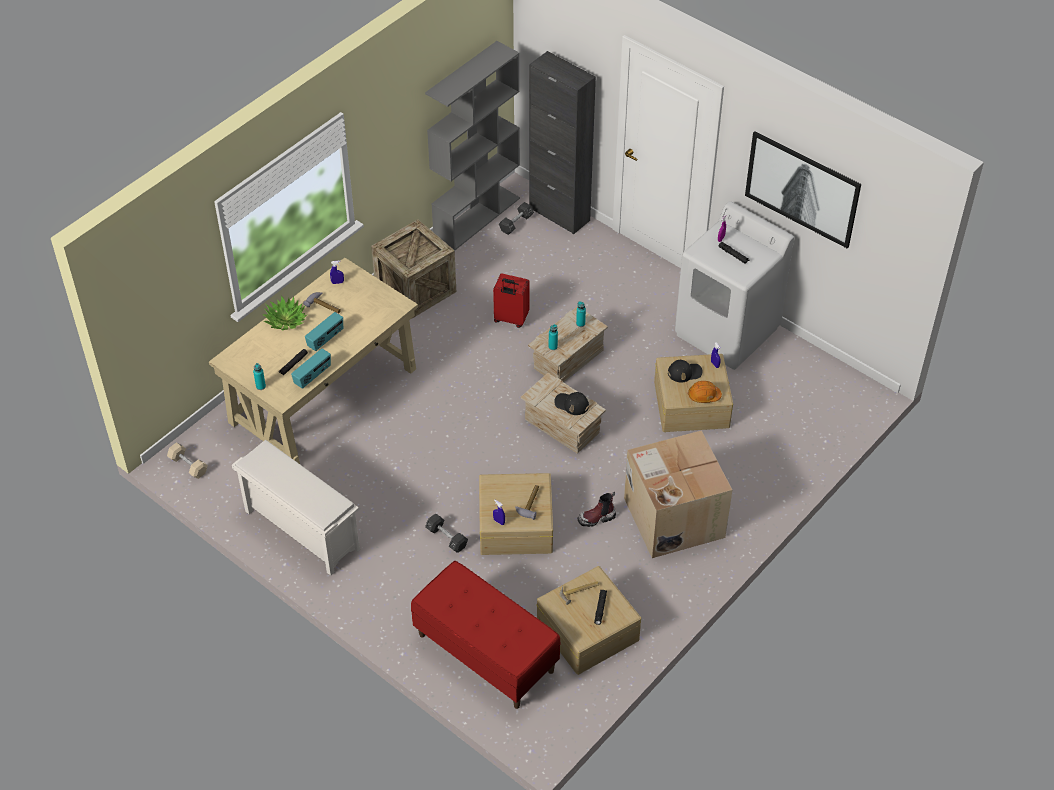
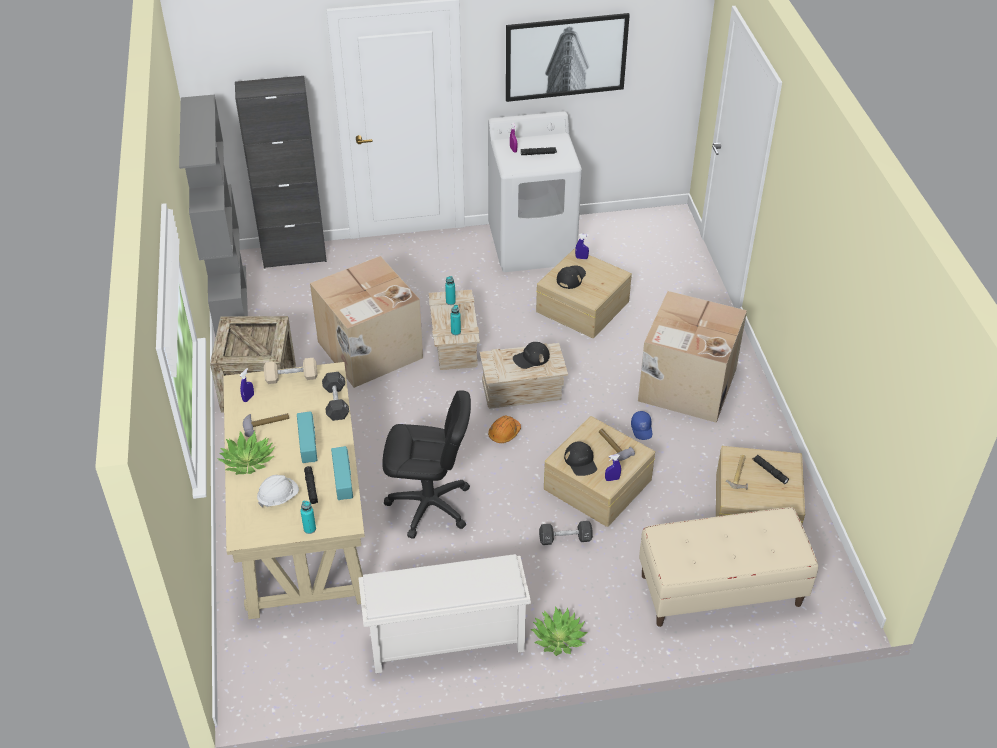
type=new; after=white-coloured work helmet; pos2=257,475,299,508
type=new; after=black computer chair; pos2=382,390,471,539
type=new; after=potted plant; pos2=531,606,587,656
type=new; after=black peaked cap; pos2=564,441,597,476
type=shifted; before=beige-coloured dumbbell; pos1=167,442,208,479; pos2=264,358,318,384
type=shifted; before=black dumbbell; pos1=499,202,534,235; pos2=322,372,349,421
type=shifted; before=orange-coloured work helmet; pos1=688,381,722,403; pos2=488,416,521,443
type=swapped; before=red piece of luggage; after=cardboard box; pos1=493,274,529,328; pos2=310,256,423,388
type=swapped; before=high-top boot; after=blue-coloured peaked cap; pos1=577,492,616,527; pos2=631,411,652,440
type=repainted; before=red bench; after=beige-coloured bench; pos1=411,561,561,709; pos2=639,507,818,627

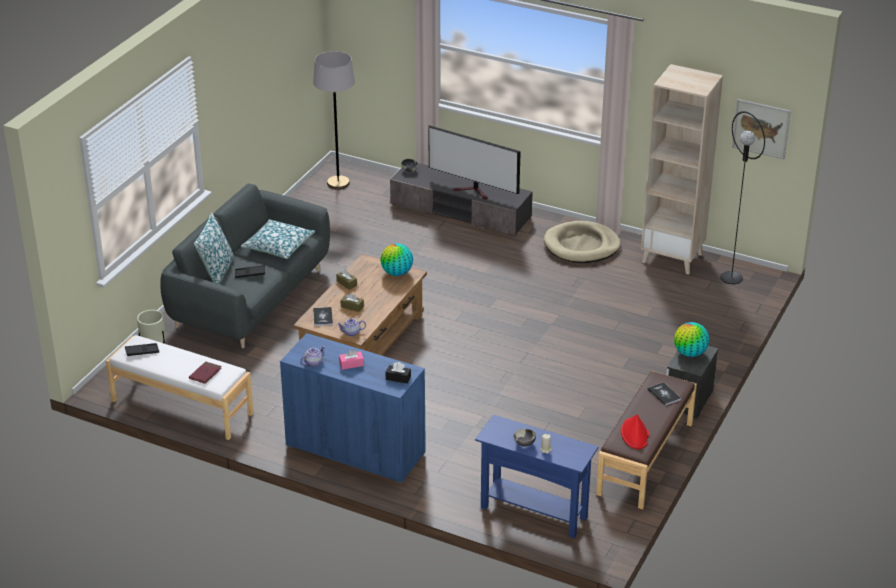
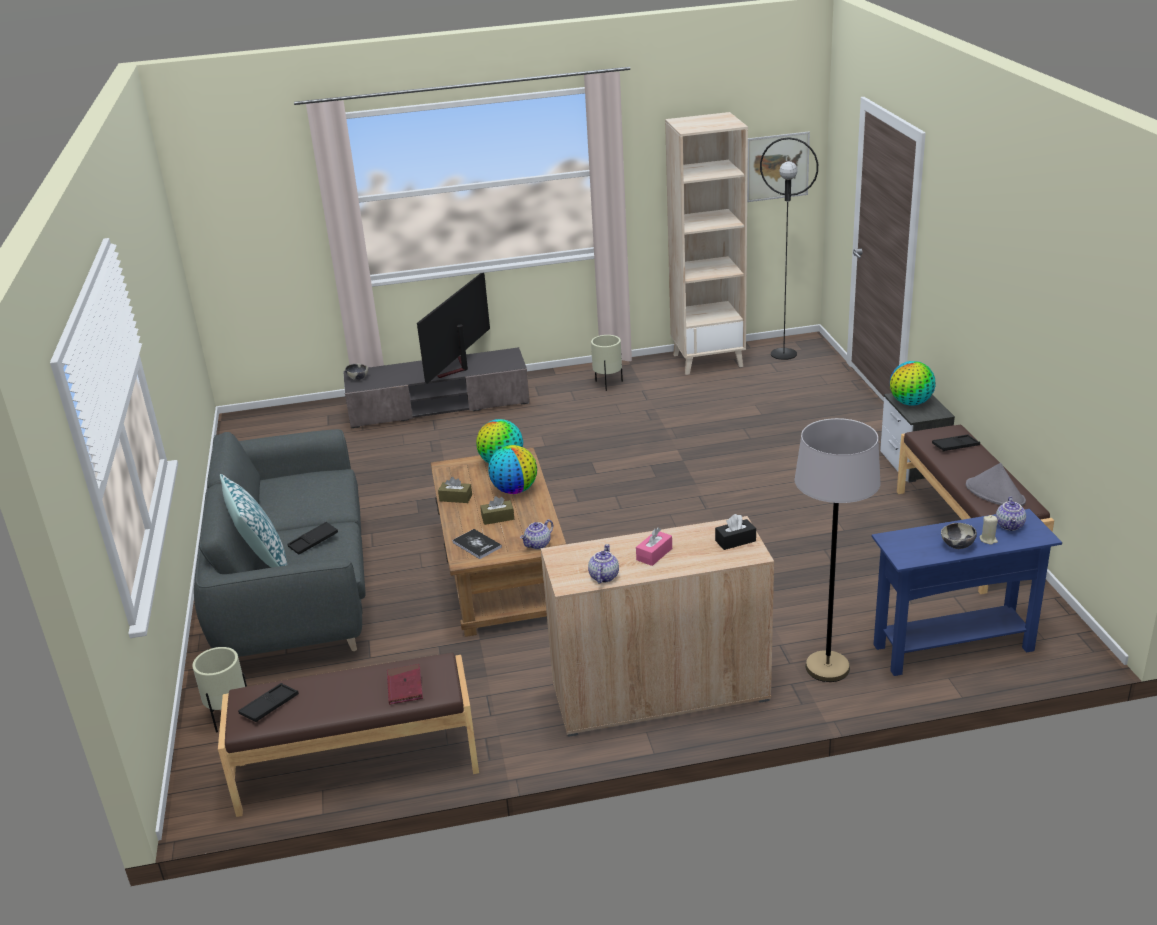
type=gone; before=pillow; pos1=241,219,315,259
type=new; after=desk globe; pos2=488,445,537,494
type=new; after=tea pot; pos2=996,496,1026,531
type=shifted; before=gray floor lamp; pos1=313,51,355,189; pos2=795,418,881,682
type=swapped; before=beige-coloured dog cushion; after=beige-coloured plant pot; pos1=544,221,621,263; pos2=591,335,623,391
type=swapped; before=book; after=black serving tray; pos1=647,382,681,406; pos2=932,434,980,452
type=repainted; before=white-coloured bench; after=brownish bench; pos1=106,335,254,440; pos2=218,653,479,817
type=repainted; before=blue-coloured cabinet; after=beige-coloured cabinet; pos1=280,333,426,484; pos2=541,516,774,737
type=repainted; before=red clothing hat; after=gray clothing hat; pos1=621,414,649,449; pos2=966,463,1026,506
type=rotated; before=TV; pos1=428,125,521,200; pos2=417,273,490,384; turn=120

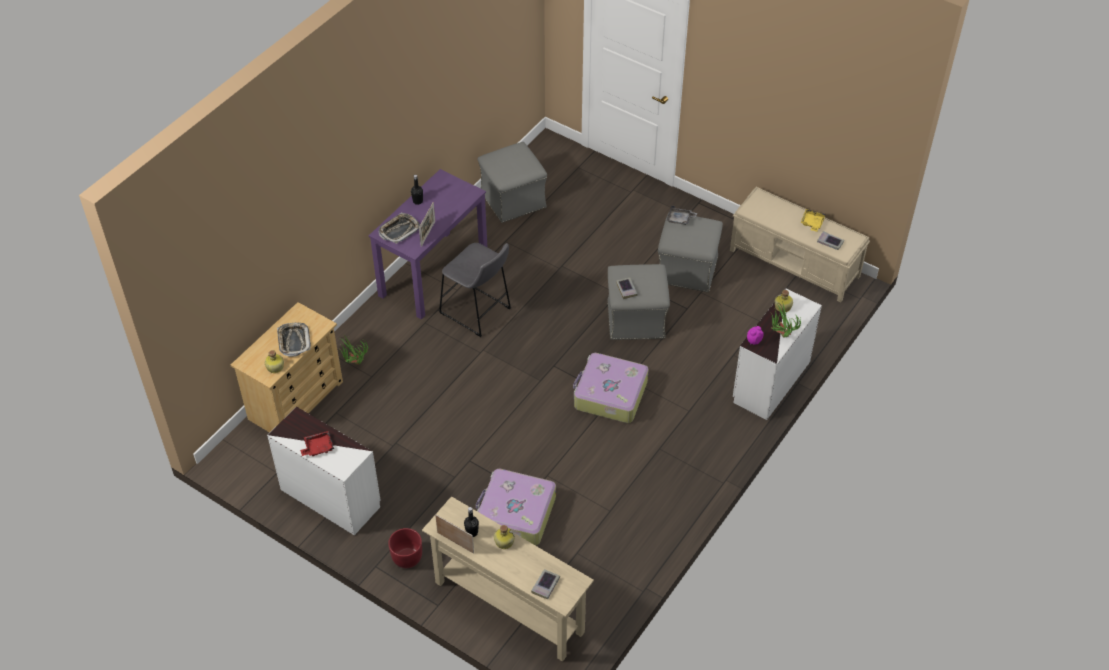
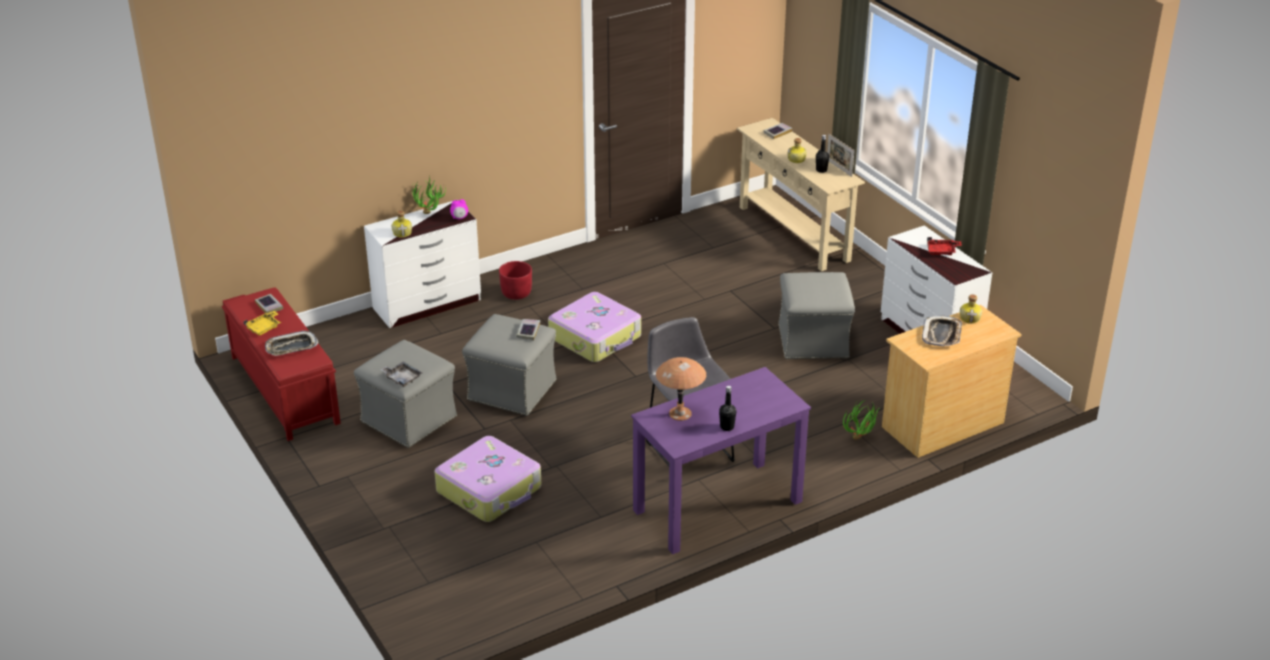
type=gone; before=picture frame; pos1=419,202,435,247
type=new; after=brownish lamp for a table; pos2=656,357,706,421
type=shifted; before=serving tray; pos1=378,213,420,244; pos2=265,331,319,356
type=shifted; before=red plant pot; pos1=388,528,422,568; pos2=499,261,532,300
type=shifted; before=piece of luggage; pos1=476,469,556,546; pos2=434,436,542,522
type=shifted; before=gray footrest; pos1=478,142,547,223; pos2=778,272,855,359
type=repainted; before=beige-coloured bench; after=red bench; pos1=730,187,870,303; pos2=222,287,341,441

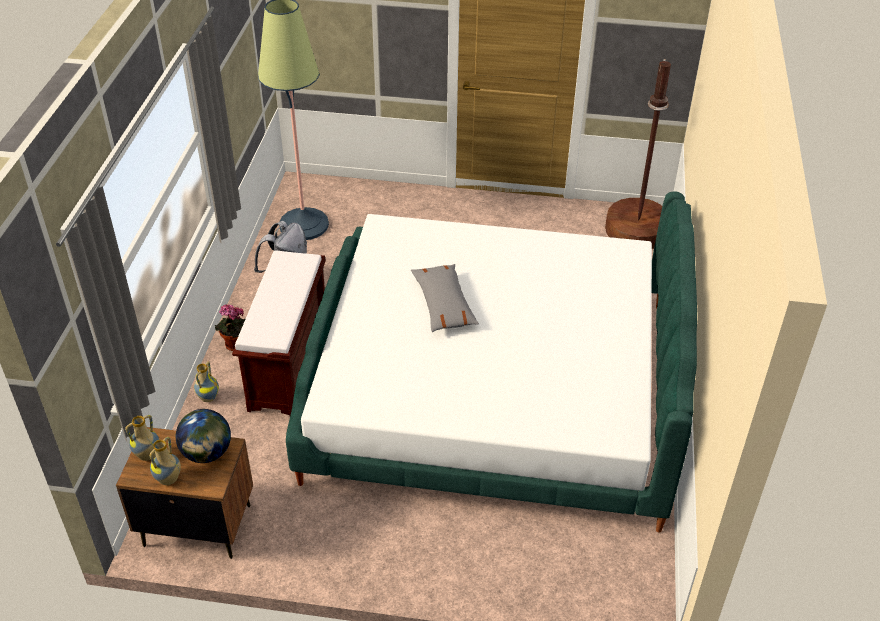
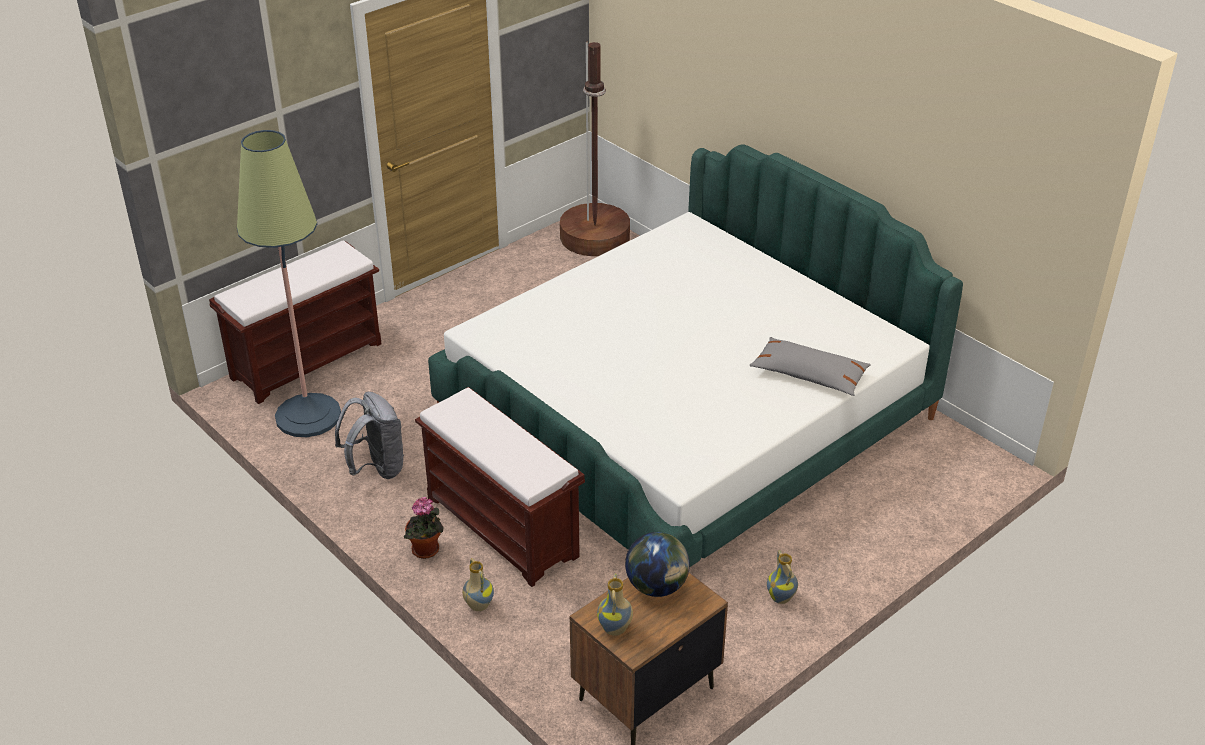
type=new; after=brownish bench; pos2=209,241,381,404
type=shifted; before=flower vase; pos1=150,437,181,485; pos2=767,550,798,604
type=shifted; before=gray pillow; pos1=411,264,479,332; pos2=750,337,871,396

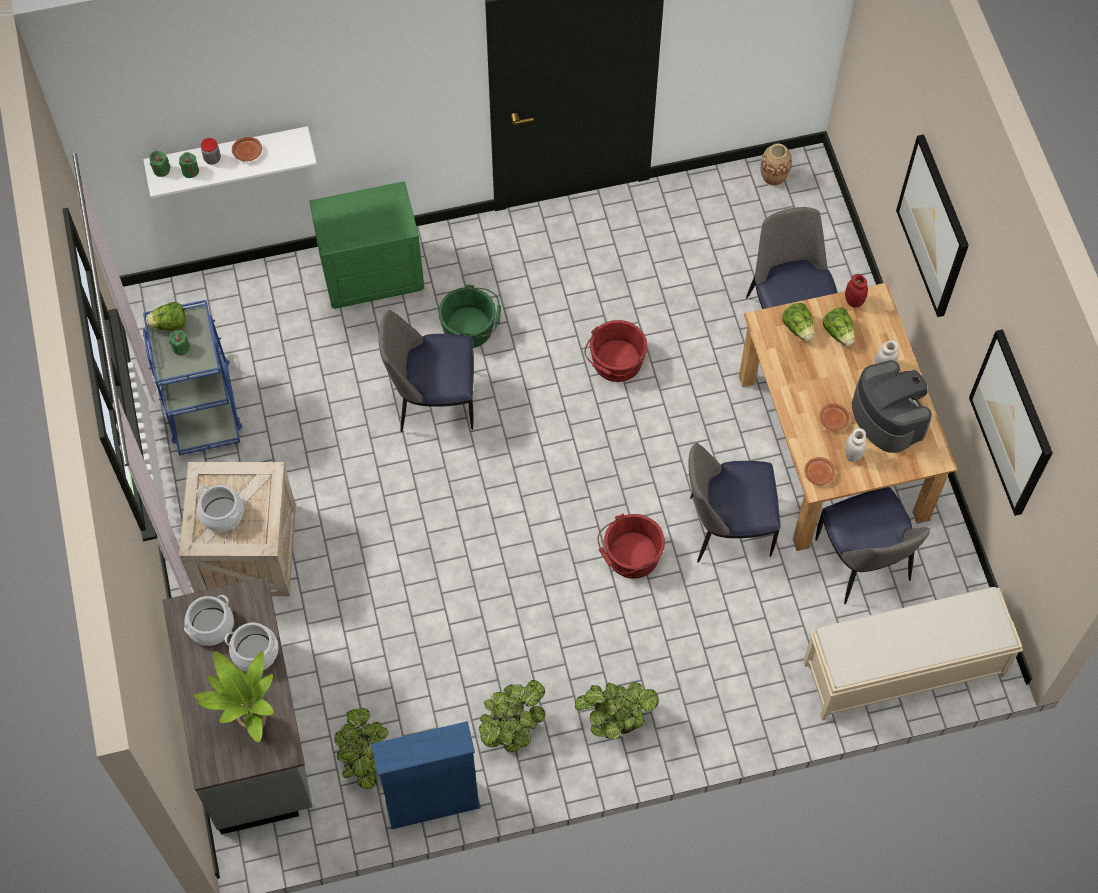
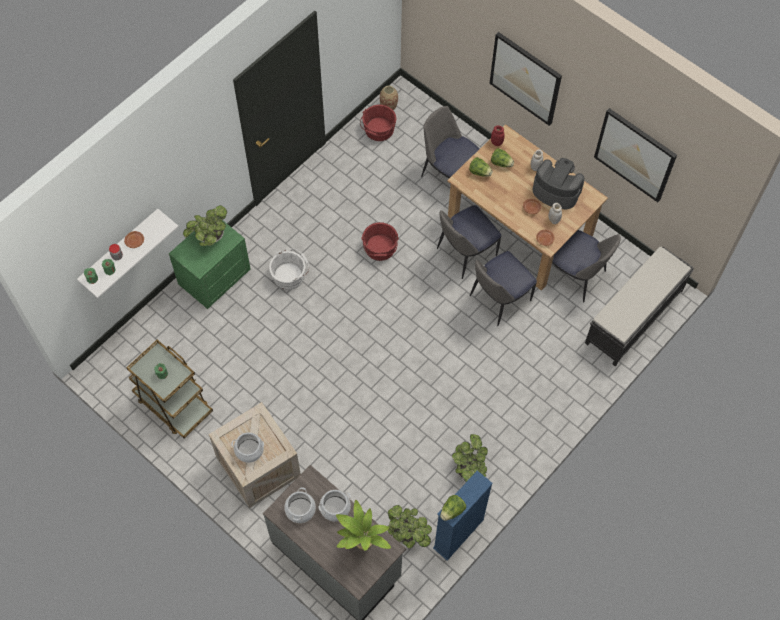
type=shifted; before=lettuce; pos1=146,302,186,331; pos2=440,495,466,521
type=shifted; before=plain chair; pos1=379,310,474,432; pos2=437,205,501,279
type=shifted; before=potted plant; pos1=575,682,659,739; pos2=183,205,227,246
type=shifted; before=red pail; pos1=598,513,665,579; pos2=360,104,397,141
type=repainted; before=blue-coloured trolley; after=brownish trolley; pos1=143,300,242,455; pos2=127,340,213,438
type=repainted; before=green pail; after=white-coloured pail; pos1=438,285,501,348; pos2=269,248,309,290
type=repainted; before=beige-coloured bench; after=black bench; pos1=803,587,1023,720; pos2=585,246,694,367

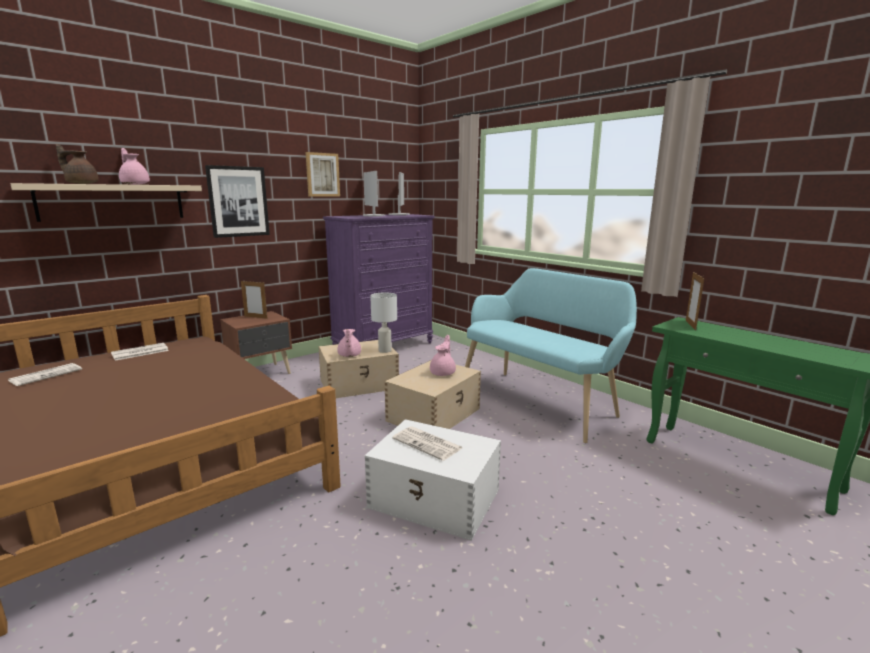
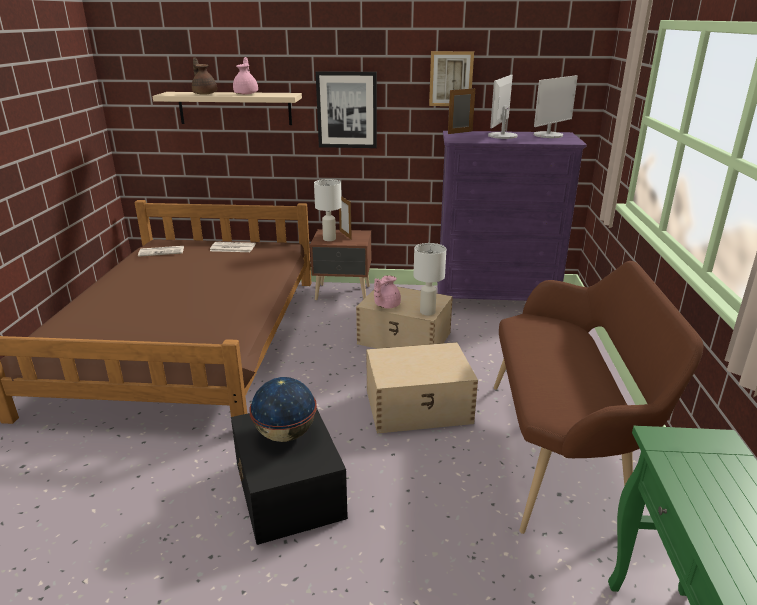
type=gone; before=pink-coloured tea pot; pos1=430,335,456,376
type=new; after=white-coloured lamp for a table; pos2=314,179,342,241
type=shifted; before=picture frame; pos1=686,272,704,330; pos2=448,87,475,134
type=swapped; before=newspaper; after=desk globe; pos1=392,426,462,461; pos2=249,377,317,442
type=repainted; before=white-coloured storage container; after=black storage container; pos1=365,419,501,541; pos2=231,409,348,545
type=repainted; before=turquoise-coloured bench; after=brownish bench; pos1=465,268,637,443; pos2=494,261,704,534

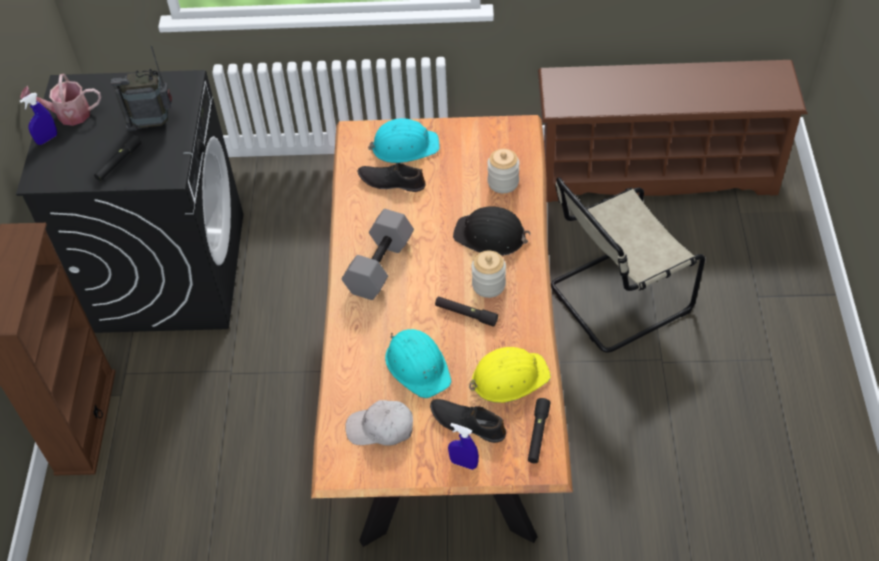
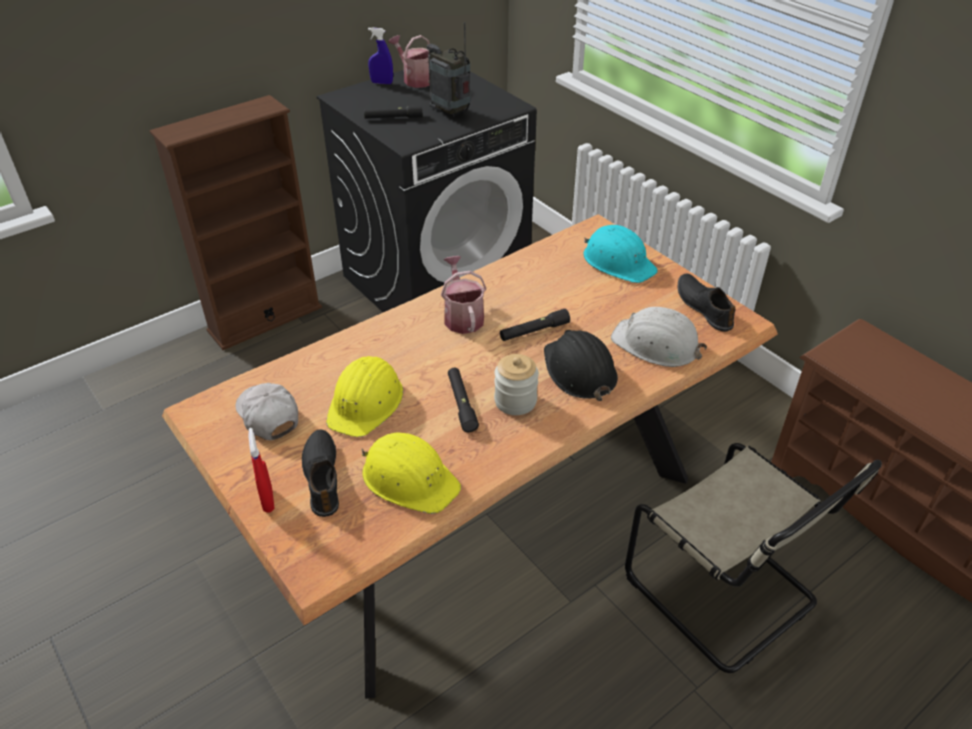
type=shifted; before=black item of footwear; pos1=358,163,426,192; pos2=678,274,735,332
type=shifted; before=black flashlight; pos1=528,398,550,463; pos2=500,309,570,341
type=swapped; before=gray dumbbell; after=sprinkling can; pos1=342,209,414,300; pos2=441,256,486,334
type=swapped; before=jar; after=white-coloured work helmet; pos1=487,149,520,193; pos2=611,307,708,367
type=repainted; before=turquoise-coloured work helmet; after=yellowish work helmet; pos1=385,329,451,398; pos2=326,356,403,437
type=repainted; before=blue-coloured spray bottle; after=red spray bottle; pos1=448,423,479,470; pos2=248,428,275,513
type=rotated; before=beige-coloured plain chair; pos1=551,177,705,352; pos2=625,443,882,673; turn=-150

